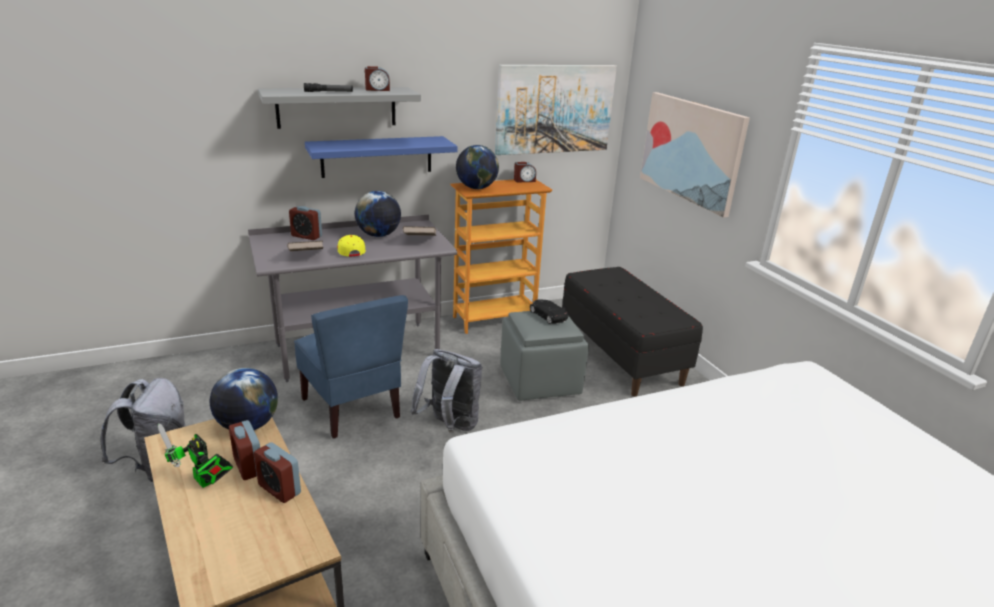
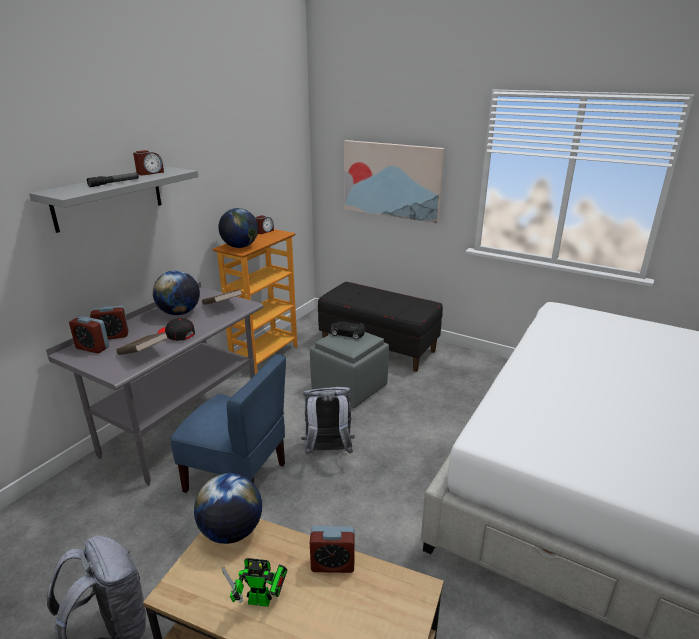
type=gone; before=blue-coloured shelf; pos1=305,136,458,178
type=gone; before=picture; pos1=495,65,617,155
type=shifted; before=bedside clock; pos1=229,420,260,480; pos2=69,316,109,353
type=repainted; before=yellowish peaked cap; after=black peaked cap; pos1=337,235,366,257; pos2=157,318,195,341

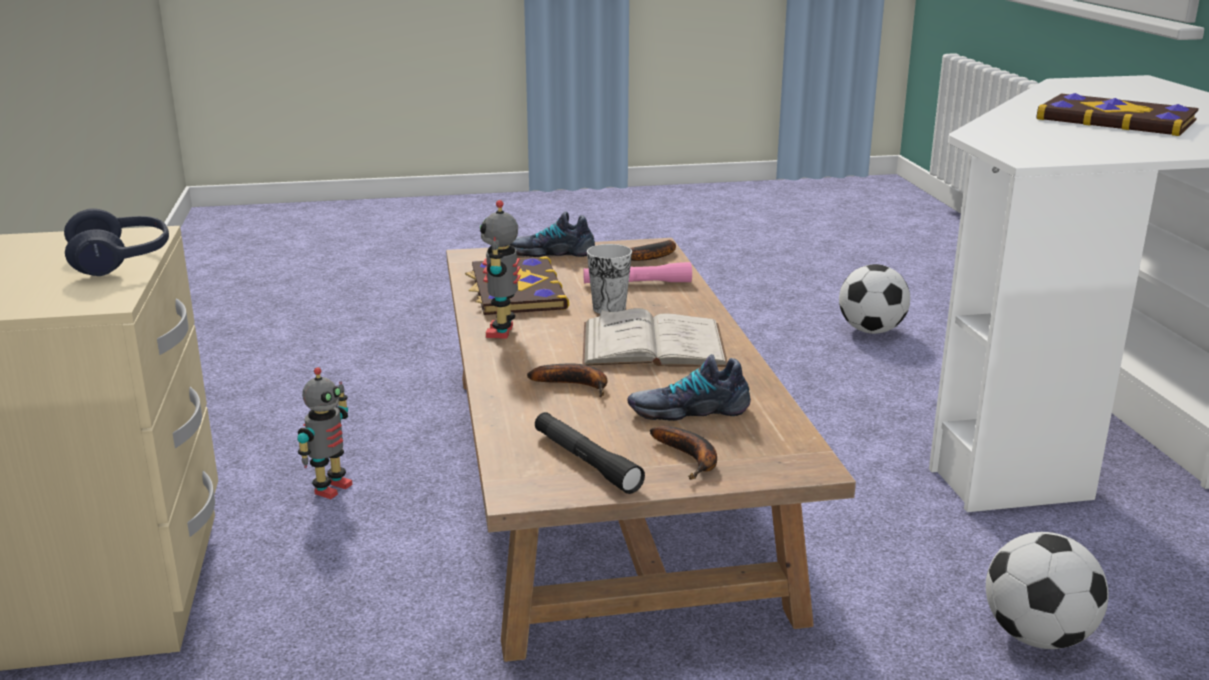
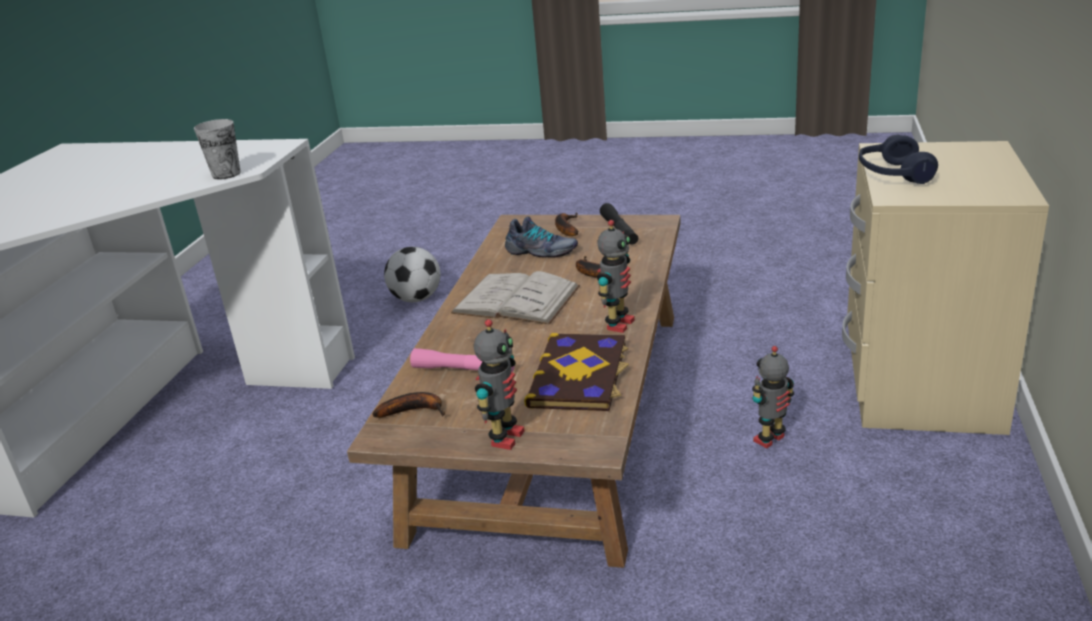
type=gone; before=ball for football; pos1=839,264,910,334
type=gone; before=book; pos1=1036,93,1199,136
type=shifted; before=small cup; pos1=587,244,632,314; pos2=194,119,241,179
type=swapped; before=item of footwear; after=robot figure; pos1=510,211,595,257; pos2=474,319,525,450

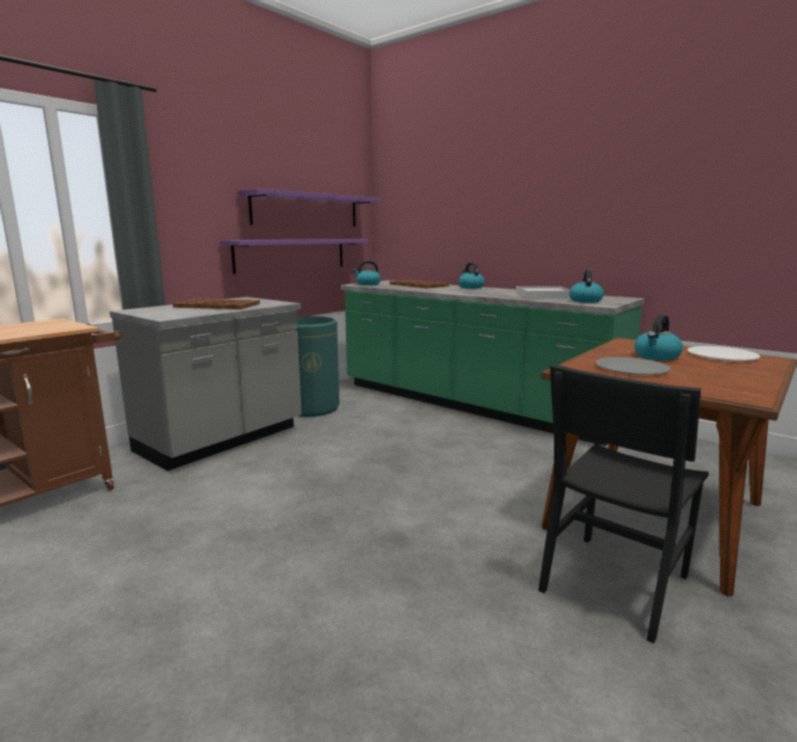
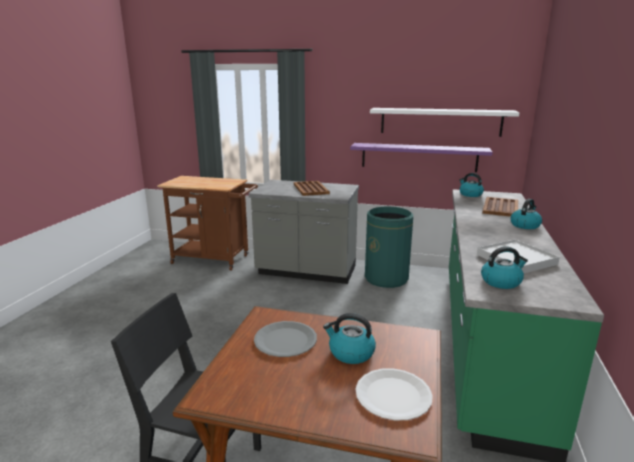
type=repainted; before=purple shelf; after=white-coloured shelf; pos1=237,188,381,227; pos2=370,108,519,137

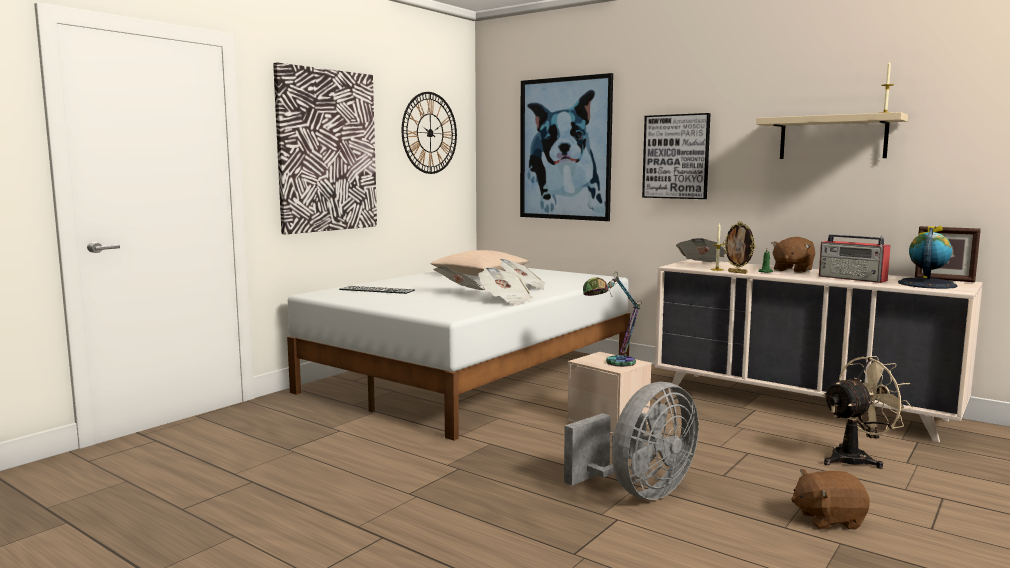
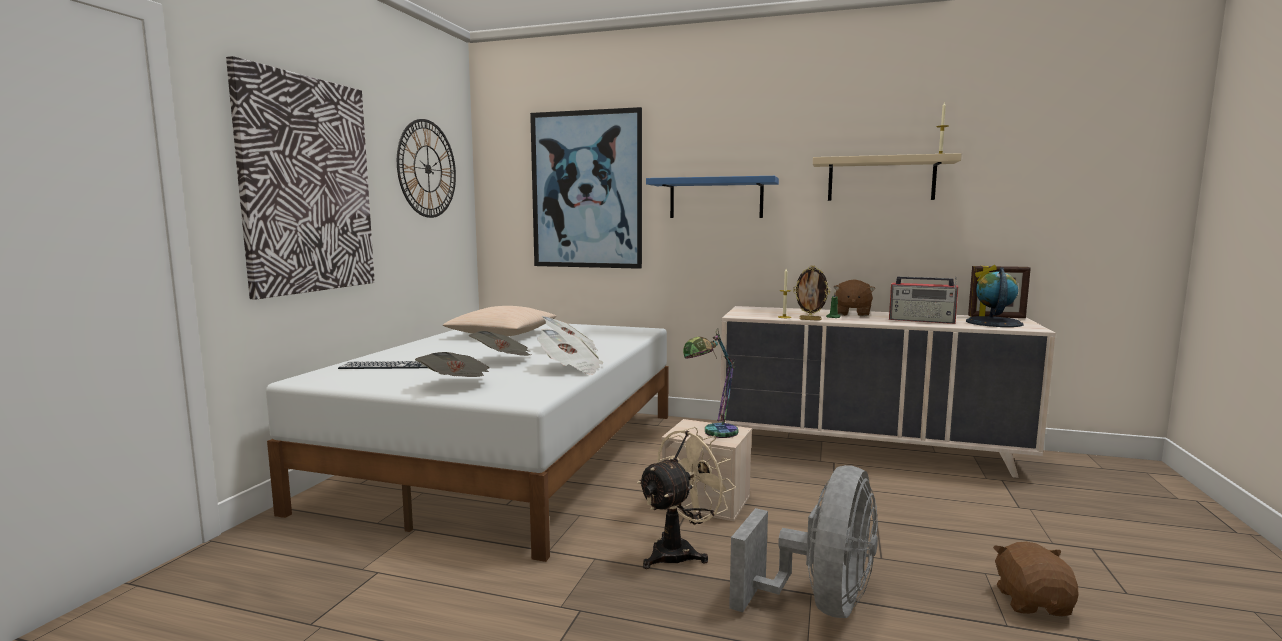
type=shifted; before=newspaper; pos1=676,238,726,262; pos2=415,352,489,377
type=shifted; before=beige-coloured fan; pos1=822,356,913,469; pos2=637,427,736,569
type=swapped; before=picture; after=blue-coloured shelf; pos1=642,113,711,199; pos2=646,176,779,218
type=rotated; before=brownish cuddly toy; pos1=791,469,870,530; pos2=993,542,1078,616; turn=120

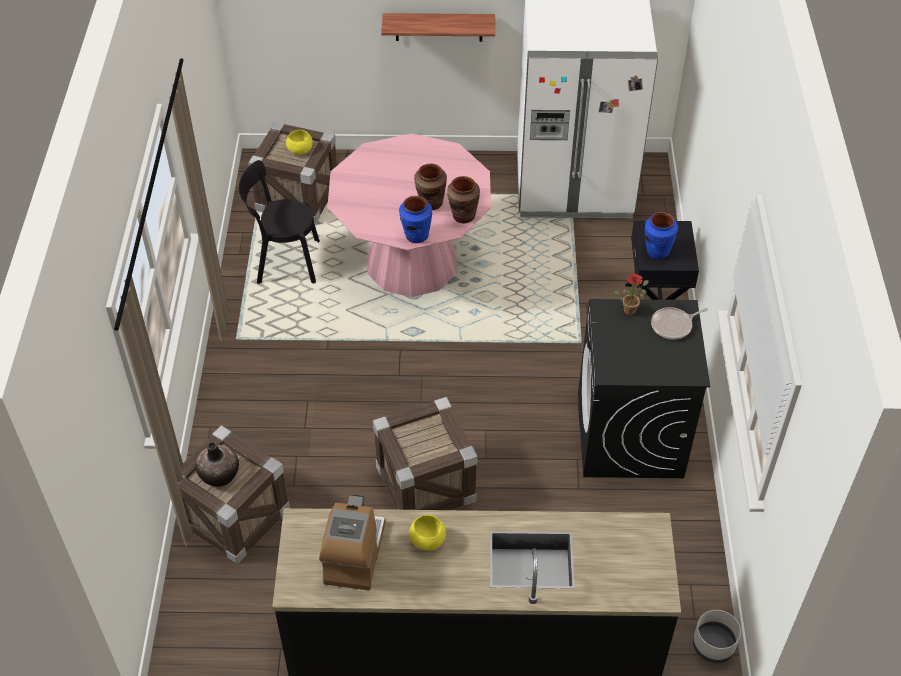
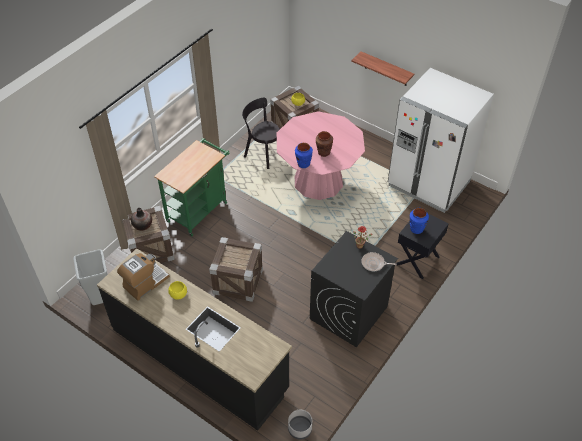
type=gone; before=brownish flower vase; pos1=447,176,480,223
type=new; after=gray rubbish bin; pos2=73,250,107,305
type=new; after=green trolley; pos2=154,138,230,236

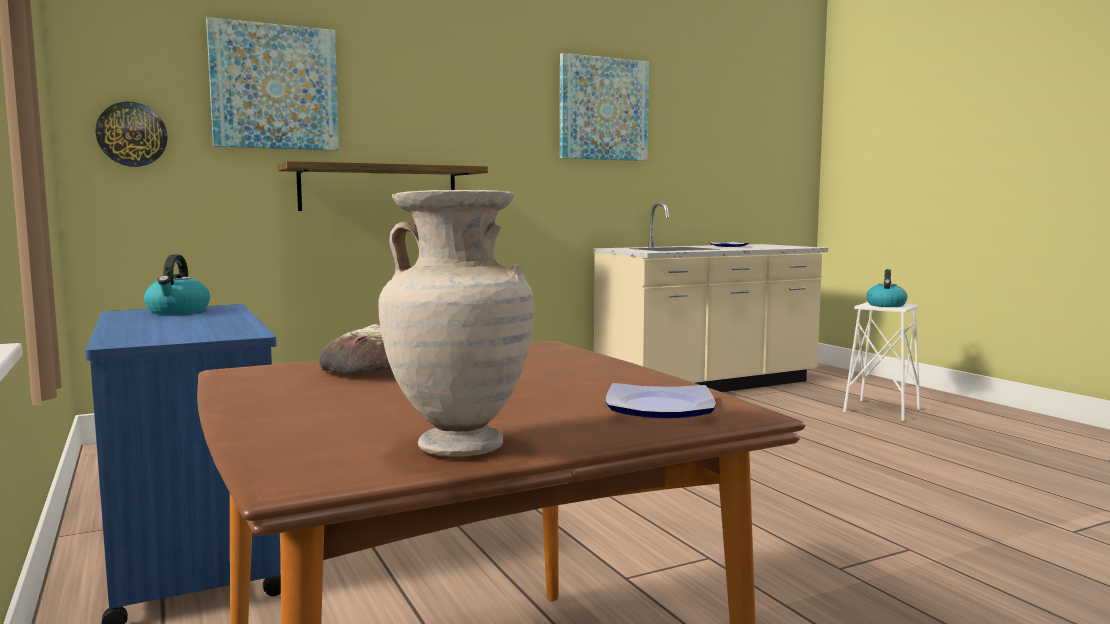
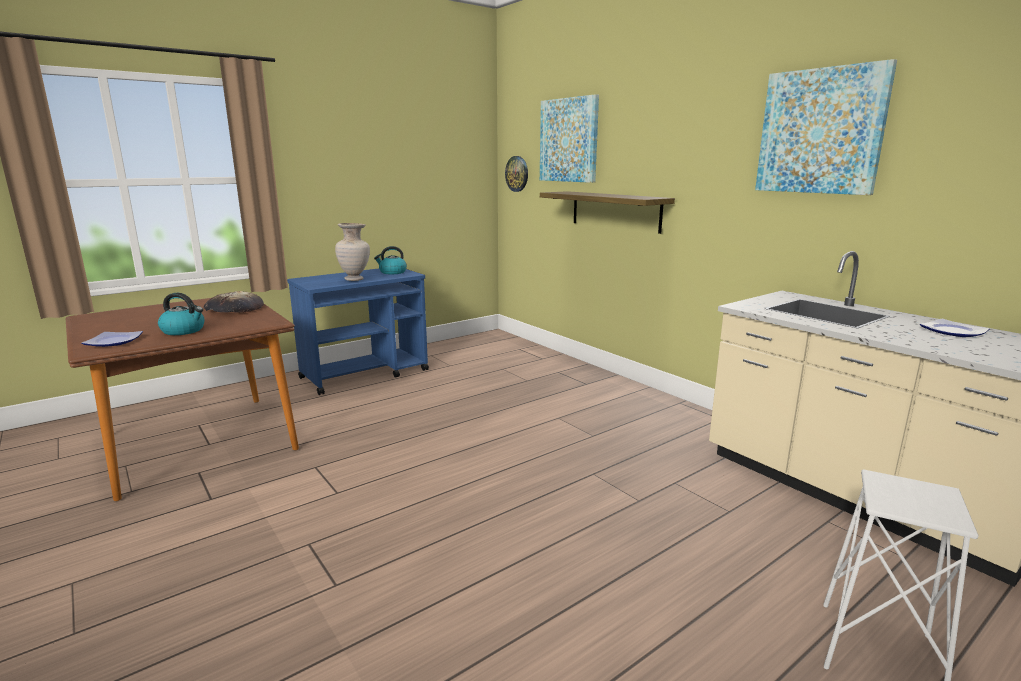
type=shifted; before=beige-coloured flower vase; pos1=379,190,535,456; pos2=335,223,370,281
type=shifted; before=water kettle; pos1=866,269,907,307; pos2=158,293,204,335

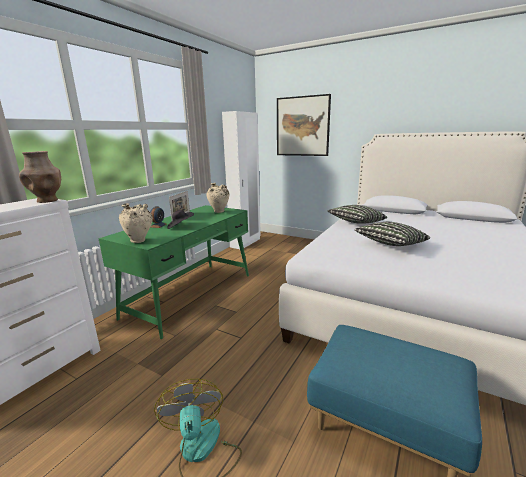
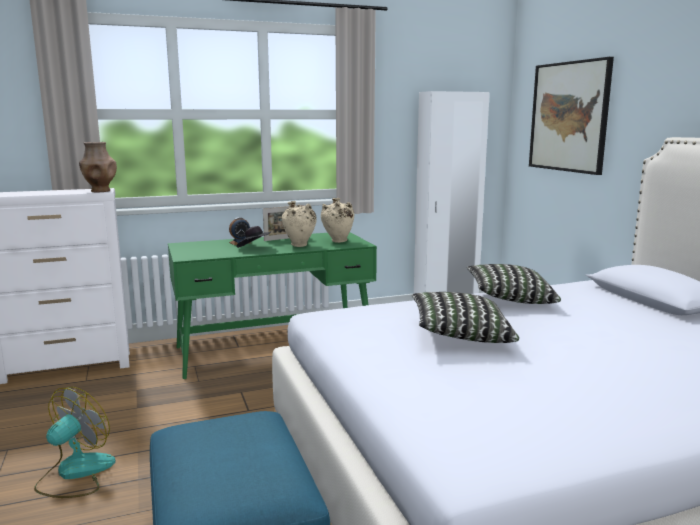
type=shifted; before=beige-coloured flower vase; pos1=119,203,153,243; pos2=282,201,317,247

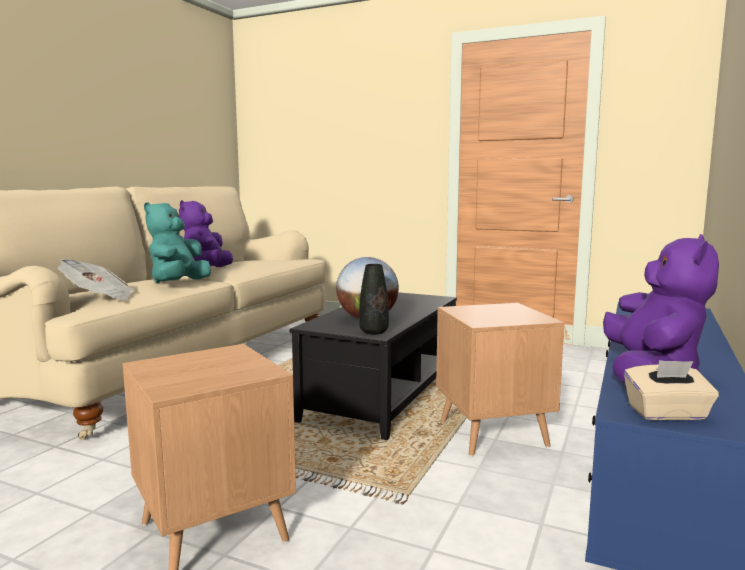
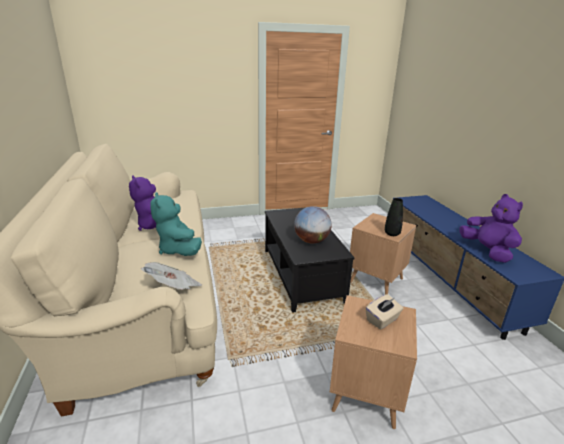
type=shifted; before=black flower vase; pos1=359,264,389,335; pos2=385,198,403,236
type=shifted; before=beige-coloured box of tissues; pos1=624,360,719,420; pos2=366,294,403,330

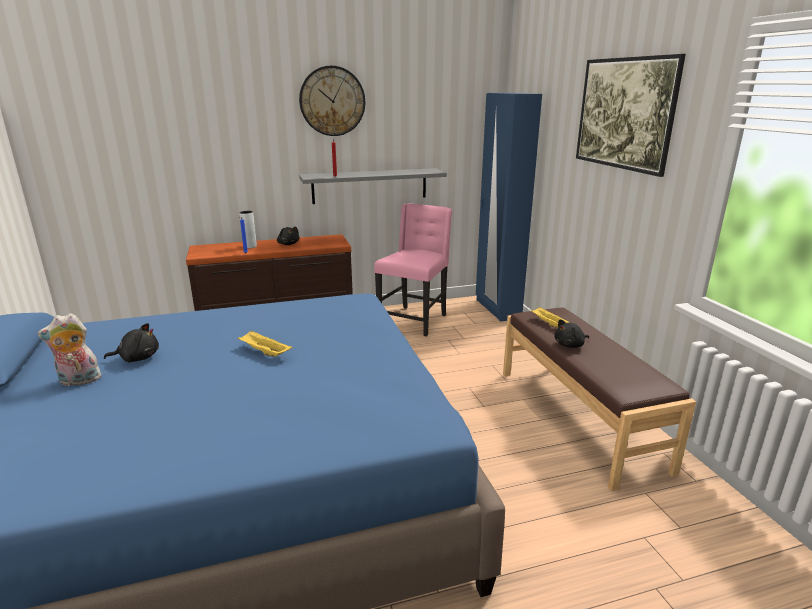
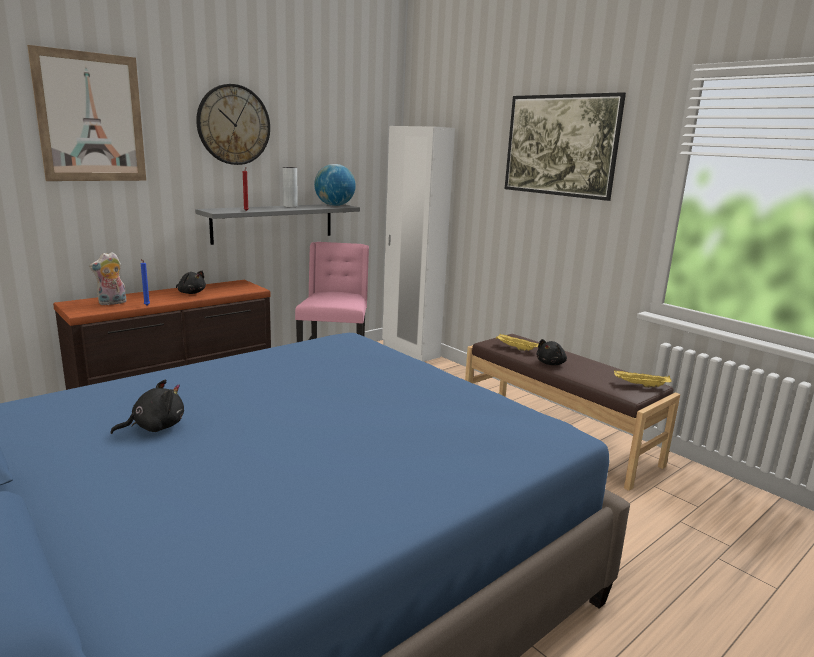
type=new; after=picture; pos2=27,45,146,181
type=new; after=desk globe; pos2=314,164,356,206
type=shifted; before=cuddly toy; pos1=38,313,104,386; pos2=89,252,127,305
type=shifted; before=yellowish serving tray; pos1=238,331,292,357; pos2=614,370,672,388
type=shifted; before=gray flower vase; pos1=239,211,257,249; pos2=283,167,298,207
type=repainted; before=blue-coloured clothes cupboard; after=white-coloured clothes cupboard; pos1=476,93,542,322; pos2=382,126,455,362

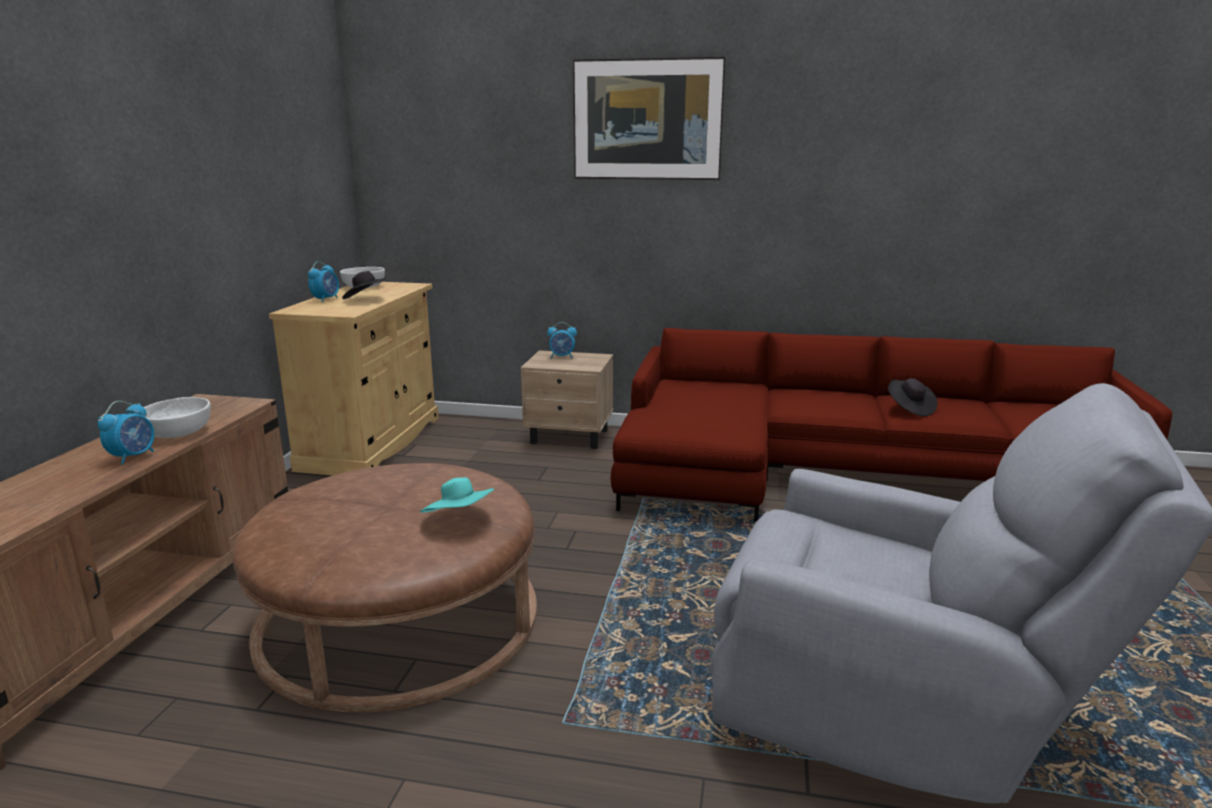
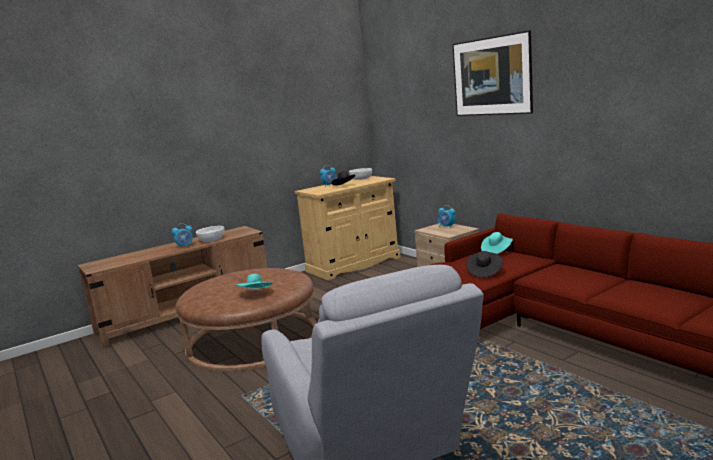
type=new; after=turquoise-coloured clothing hat; pos2=481,232,513,254
type=shifted; before=black clothing hat; pos1=888,378,937,416; pos2=466,251,503,278

